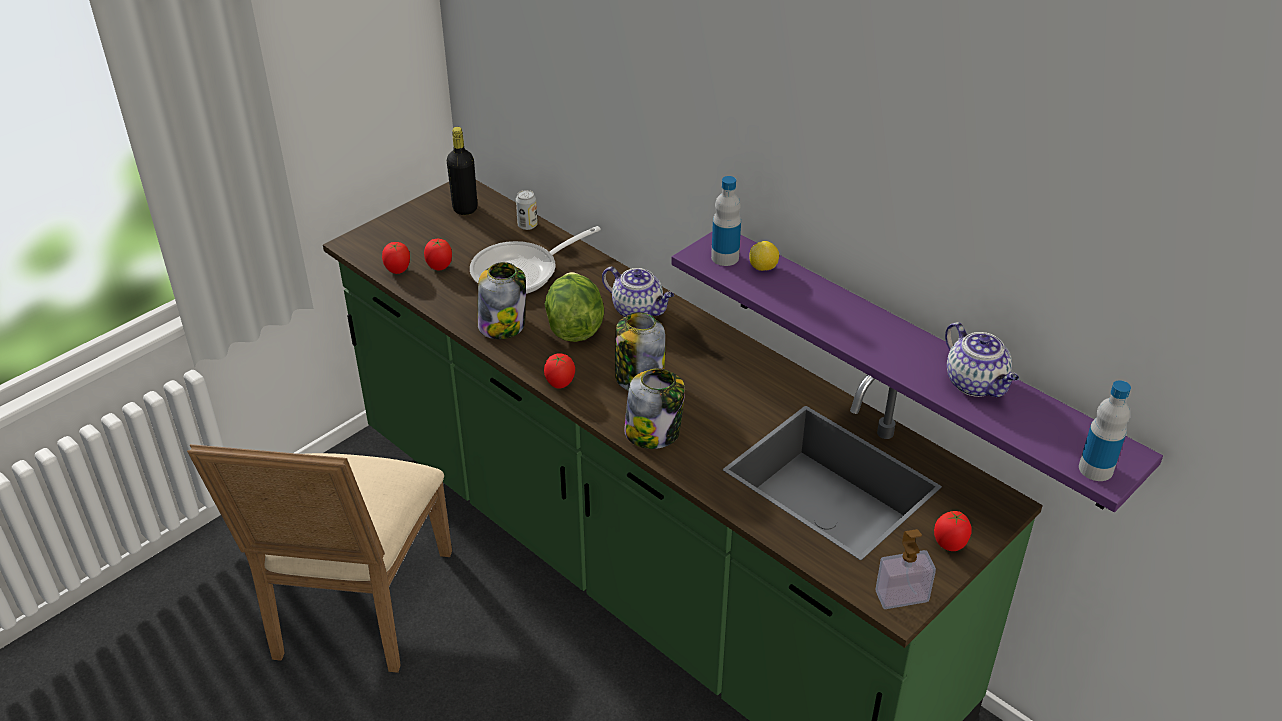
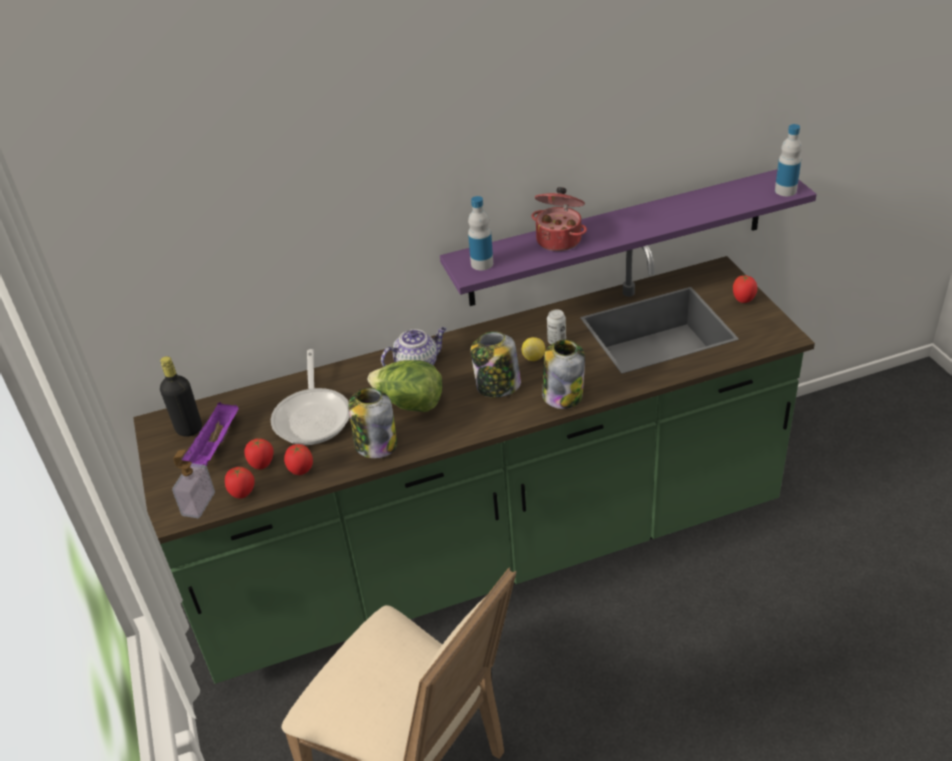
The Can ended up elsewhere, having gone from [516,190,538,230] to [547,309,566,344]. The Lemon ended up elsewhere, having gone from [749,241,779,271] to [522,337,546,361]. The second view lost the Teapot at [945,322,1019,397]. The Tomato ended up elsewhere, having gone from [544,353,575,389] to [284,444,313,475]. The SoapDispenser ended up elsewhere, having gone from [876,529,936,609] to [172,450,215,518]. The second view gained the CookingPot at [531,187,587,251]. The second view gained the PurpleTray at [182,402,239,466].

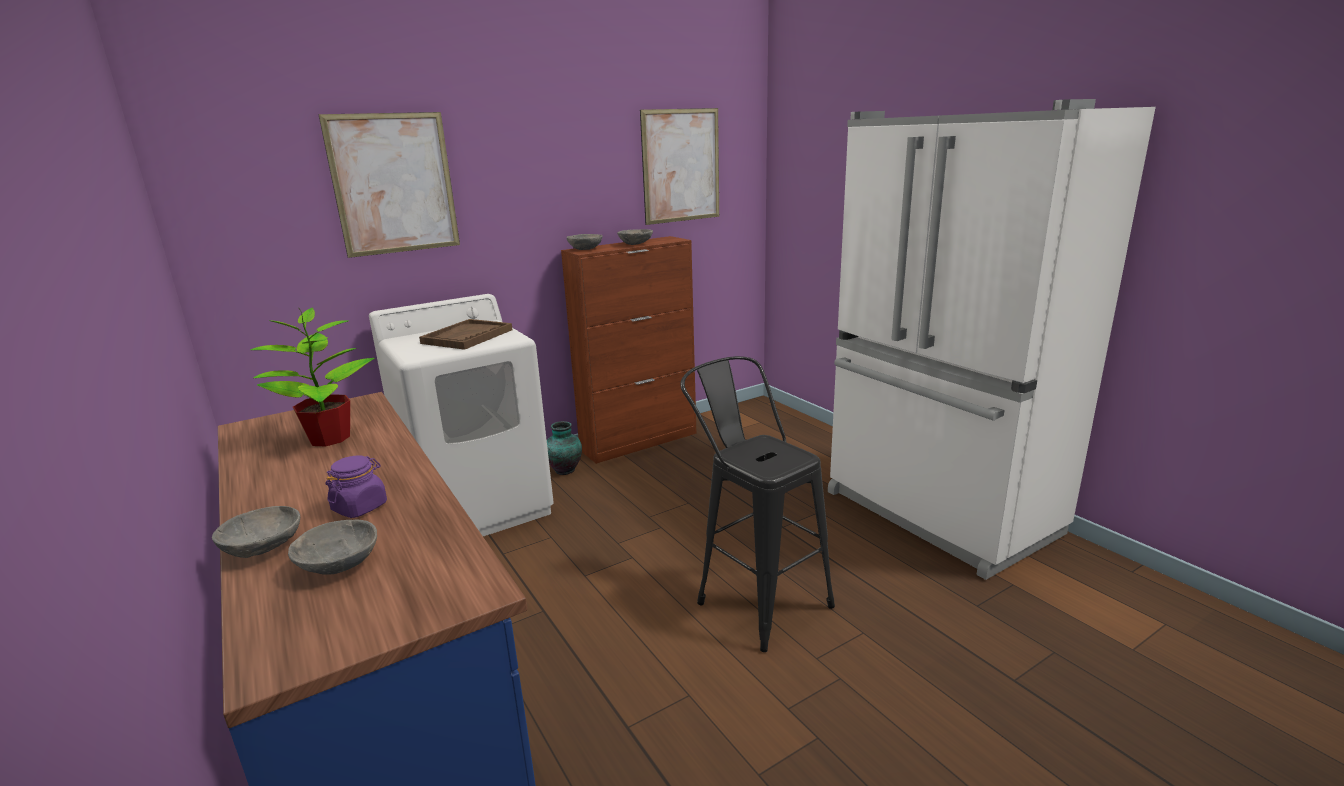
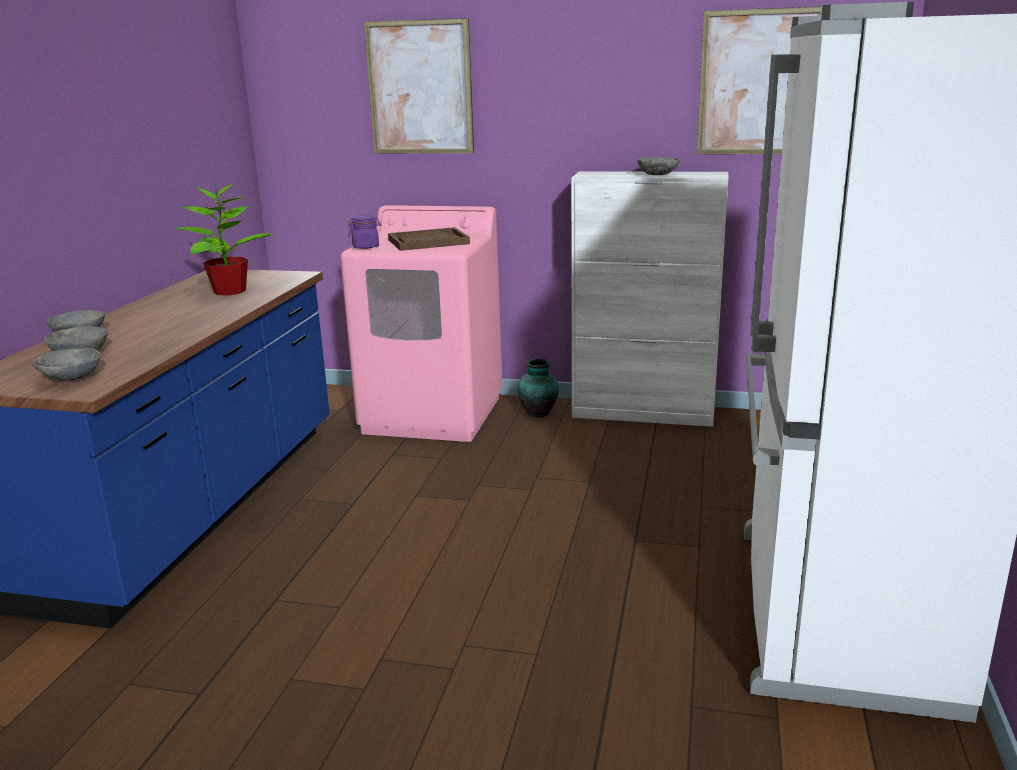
The GreyBowl ended up elsewhere, having gone from [566,234,603,250] to [32,348,101,381]. What was the BrownCabinet at [561,236,696,464] turned into the WhiteCabinet at [571,171,728,427]. What was the WhiteWashingMachine at [369,294,554,536] turned into the PinkWashingMachine at [340,205,502,442]. The second view lost the BlackStool at [680,356,835,652]. The PurpleJar ended up elsewhere, having gone from [325,456,387,518] to [348,215,381,249].

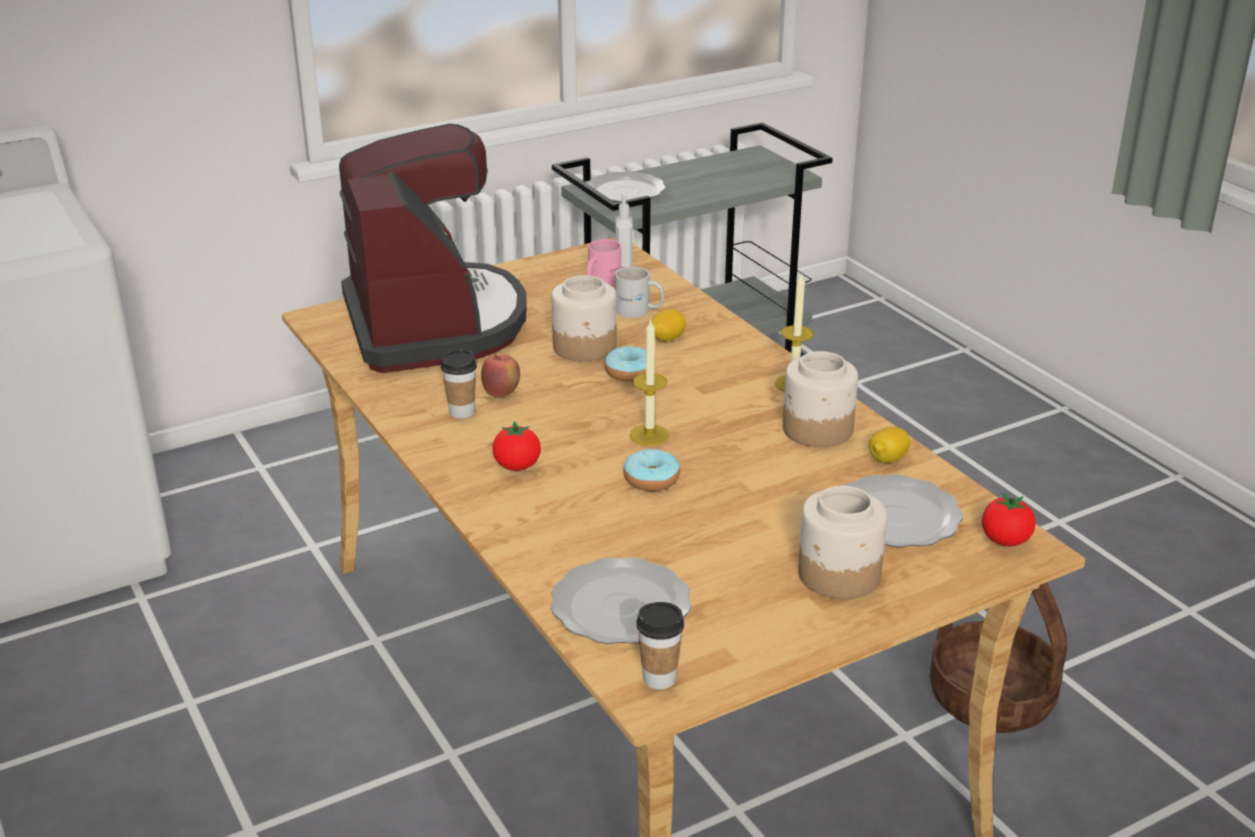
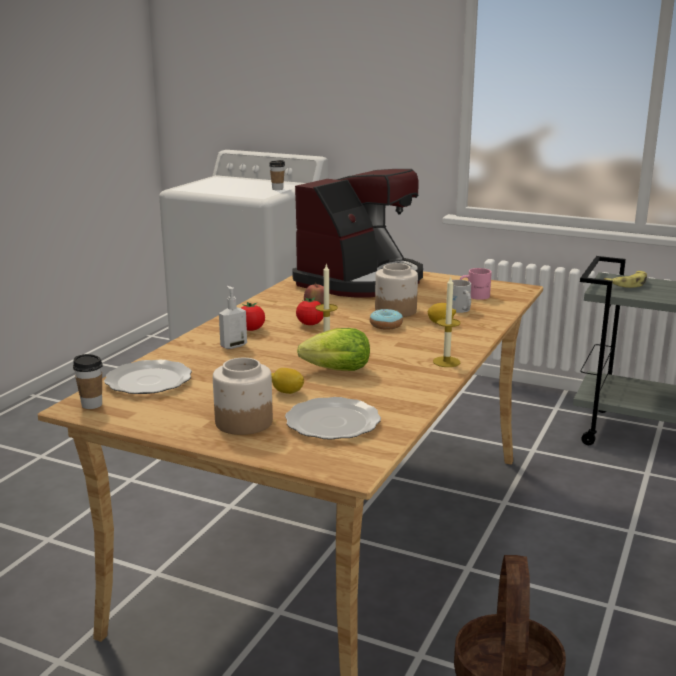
Where the Plate stood at [587,171,666,202], the Banana came to stand at [604,271,647,288]. The SoapDispenser ended up elsewhere, having gone from [613,192,633,268] to [219,286,247,349]. The Cup ended up elsewhere, having gone from [441,349,477,419] to [269,160,285,190]. The second view lost the Jar at [783,351,858,447]. The Lemon ended up elsewhere, having gone from [869,427,910,463] to [271,368,304,394]. The second view lost the Donut at [623,449,680,491]. The Tomato ended up elsewhere, having gone from [982,493,1036,546] to [296,297,323,325]. The second view gained the Lettuce at [297,328,370,371].

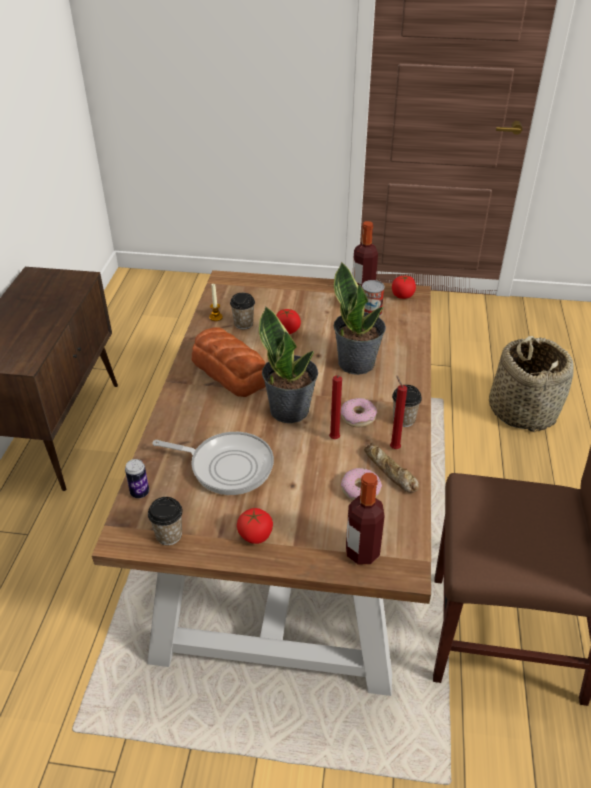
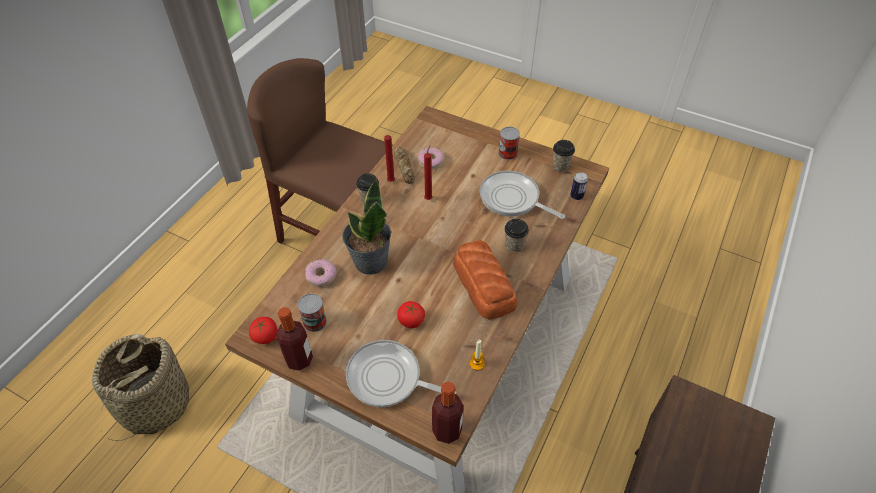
The Cup ended up elsewhere, having gone from [230,293,255,330] to [504,219,529,253]. The second view lost the PottedPlant at [259,306,318,423]. The Donut ended up elsewhere, having gone from [341,398,377,427] to [305,259,336,287]. The Bottle ended up elsewhere, having gone from [346,473,385,564] to [432,382,464,444]. Where the Tomato stood at [237,508,273,544], the Can came to stand at [498,127,520,160]. The second view gained the FryingPan at [346,340,456,407].

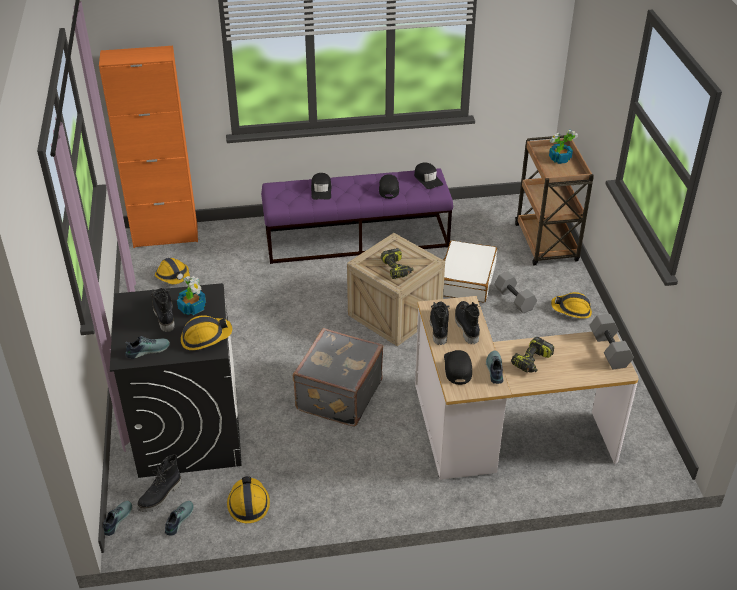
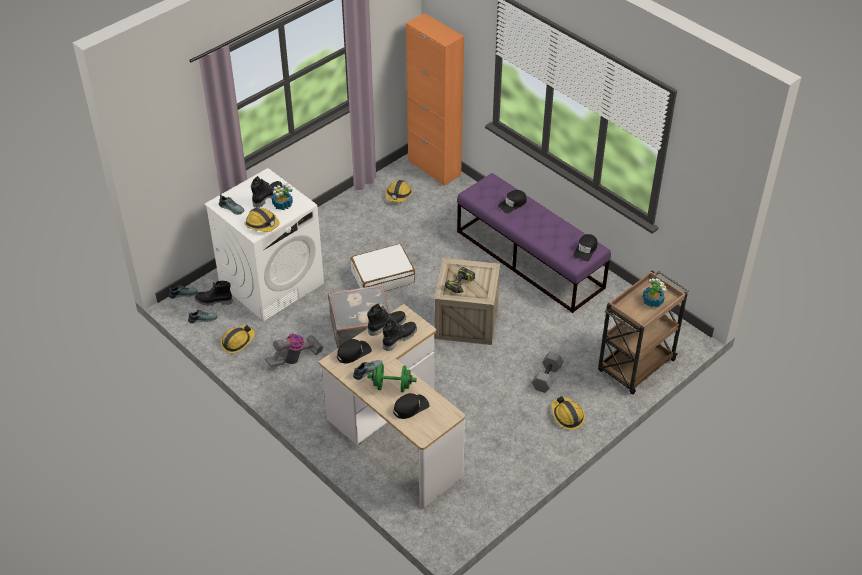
The BlackCap ended up elsewhere, having gone from [379,174,399,199] to [393,393,430,419]. The WhiteSuitcase ended up elsewhere, having gone from [443,240,497,302] to [350,244,415,291]. What was the BlackWashingMachine at [110,283,242,478] turned into the WhiteWashingMachine at [205,168,324,322]. The second view lost the GreyDumbbell at [589,314,634,369]. Where the PowerDrill stood at [511,337,554,373], the GreenDumbbell came to stand at [367,364,417,392]. The second view gained the VacuumCleaner at [265,333,323,367].

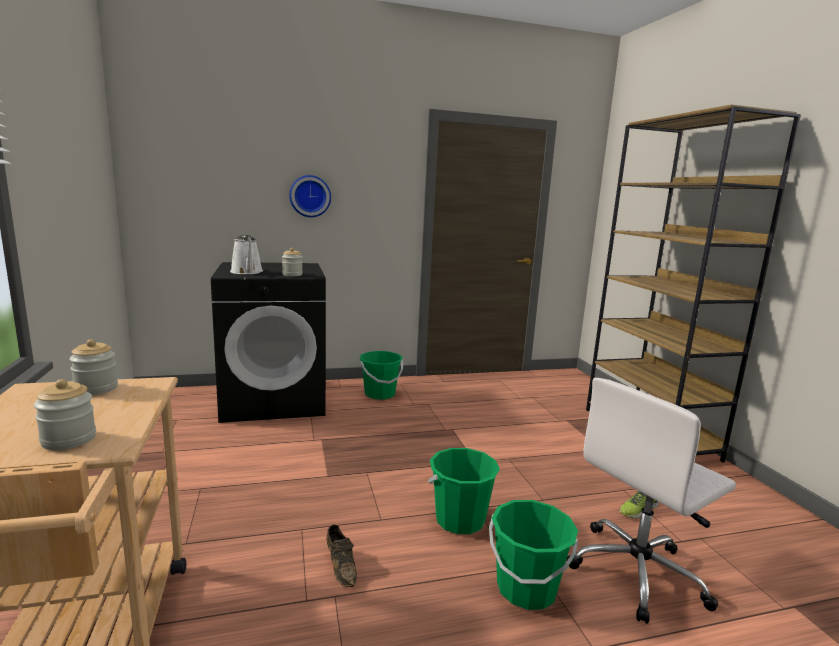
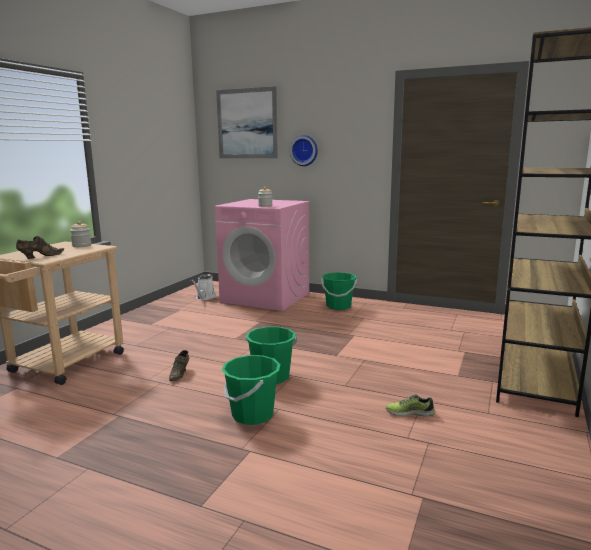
The WhiteWateringCan ended up elsewhere, having gone from [230,235,263,274] to [191,274,216,300]. What was the BlackWashingMachine at [211,262,326,423] turned into the PinkWashingMachine at [215,199,310,311]. The second view lost the WhiteOfficeChair at [567,378,736,624]. Where the Jar stood at [34,379,96,450], the BrownShoe came to stand at [16,236,64,259]. The second view gained the Picture at [216,86,278,158].

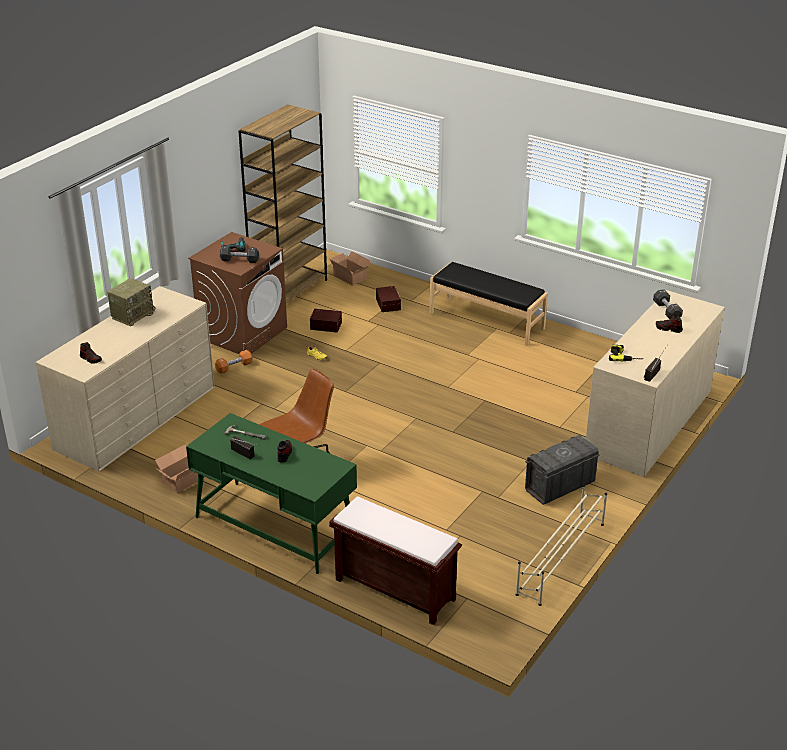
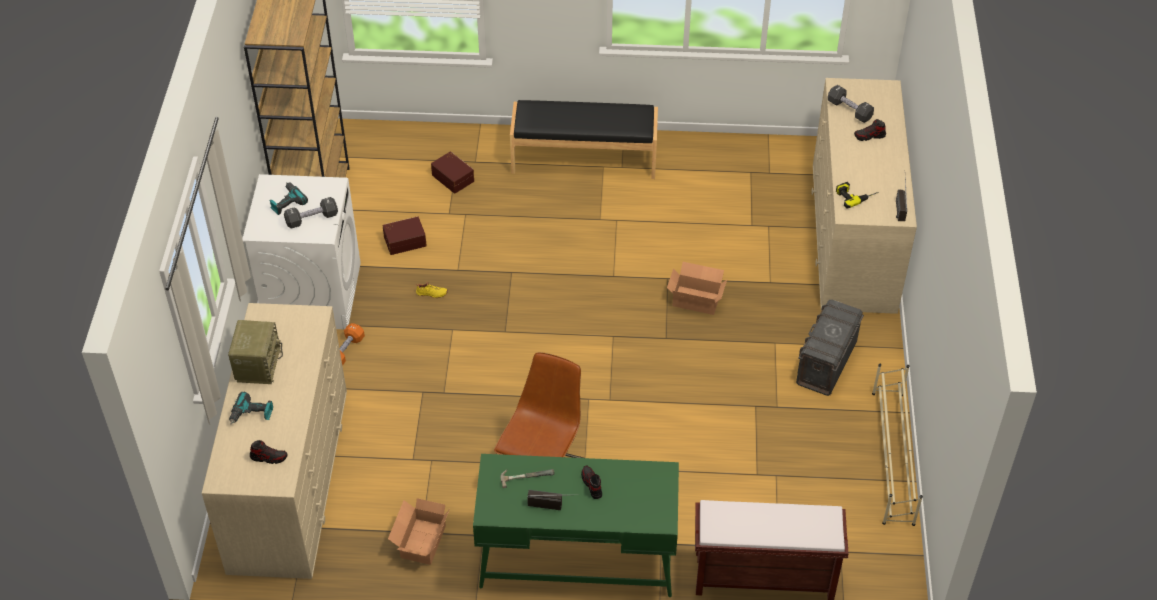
What was the BrownWashingMachine at [188,232,287,354] turned into the WhiteWashingMachine at [243,174,361,329]. The CardboardBox ended up elsewhere, having gone from [330,251,371,286] to [667,262,727,315]. The second view gained the PowerDrill at [229,392,273,424].

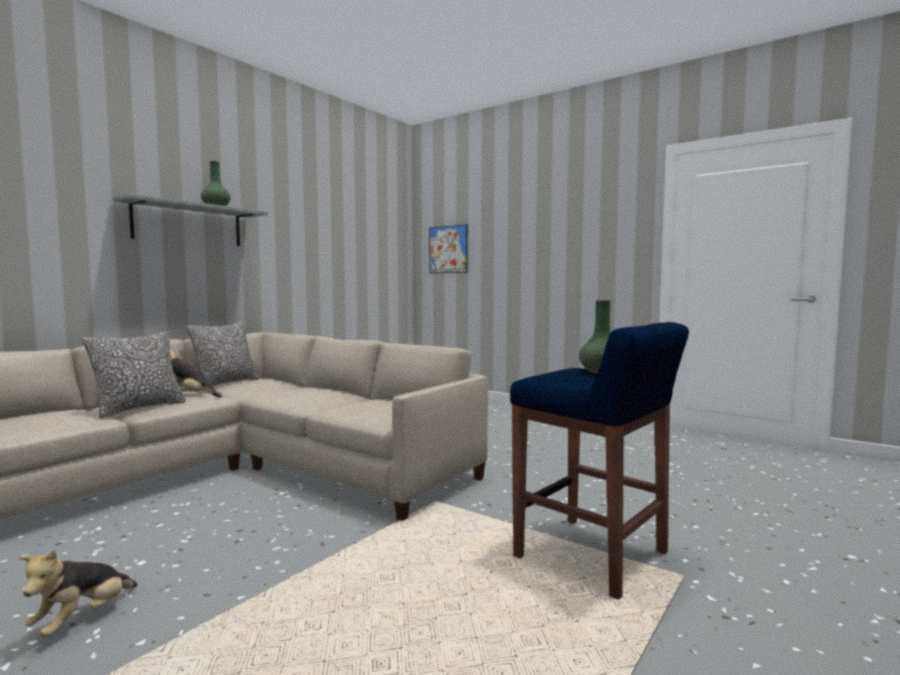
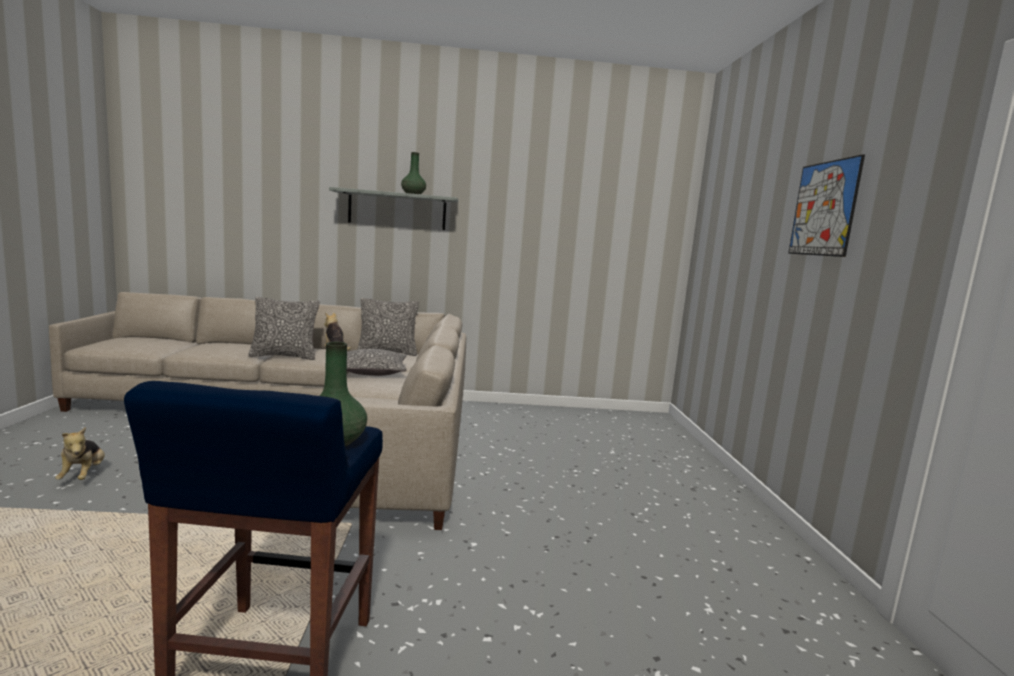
The Picture ended up elsewhere, having gone from [429,224,468,273] to [788,154,865,257]. The PlushToy at [19,550,138,637] ended up facing another way, 90 degrees counterclockwise from before. The second view gained the Pillow at [347,349,407,376].

